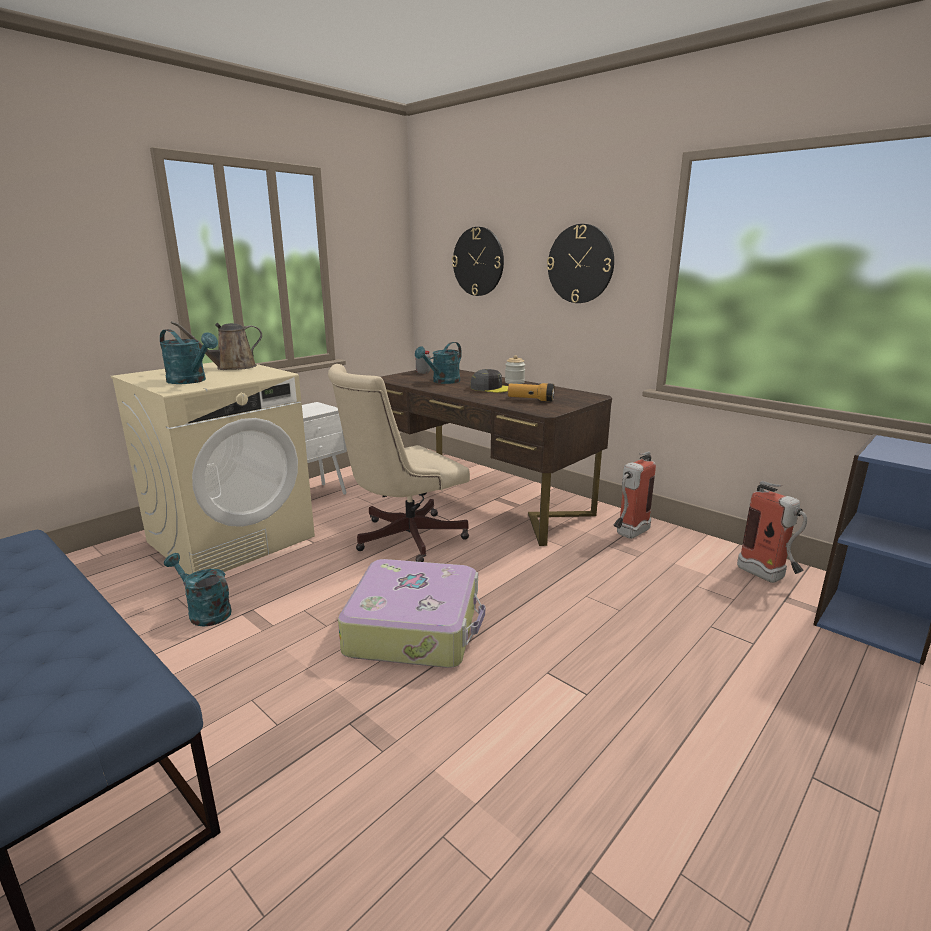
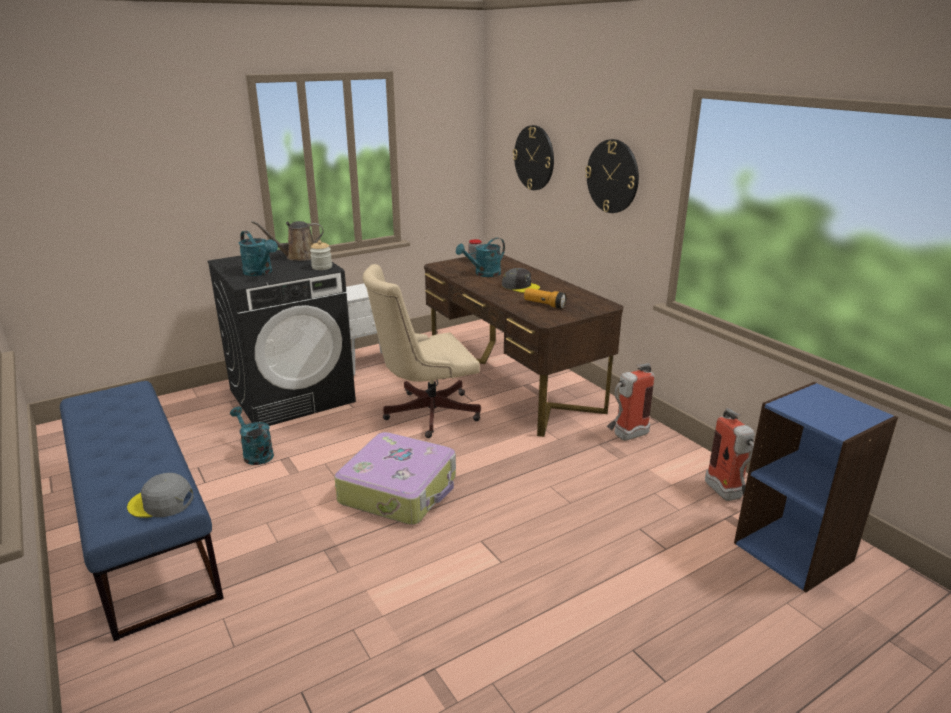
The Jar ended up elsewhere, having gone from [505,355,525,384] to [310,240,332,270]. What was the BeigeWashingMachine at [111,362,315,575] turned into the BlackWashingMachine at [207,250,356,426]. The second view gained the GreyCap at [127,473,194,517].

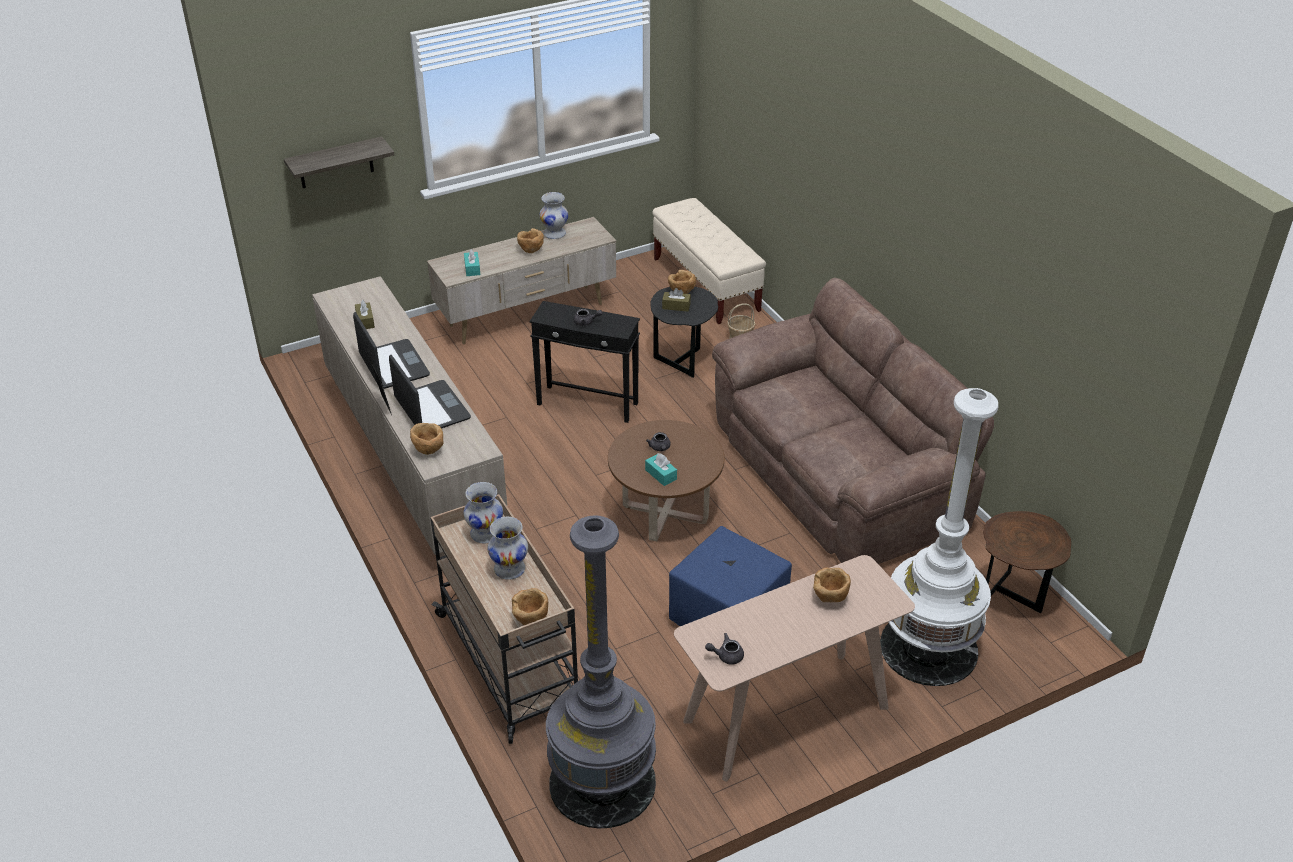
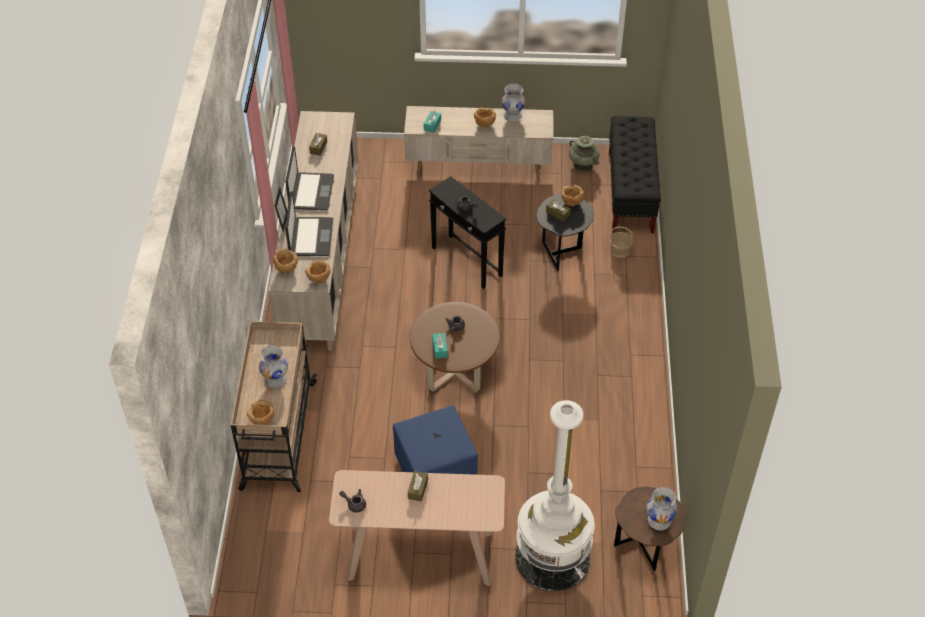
The second view lost the Shelf at [284,136,394,188]. What was the BeigeBench at [652,198,766,324] turned into the BlackBench at [609,116,661,233]. The second view lost the BrownSofa at [712,278,994,564]. The WhiteVase ended up elsewhere, having gone from [464,482,503,543] to [647,487,677,531]. The second view lost the GreyFloorLamp at [546,516,656,828]. The BrownBowl ended up elsewhere, having gone from [813,568,851,602] to [305,260,330,284]. The second view gained the TurquoiseVase at [569,136,599,172]. The second view gained the BrownTissueBox at [408,471,428,502].

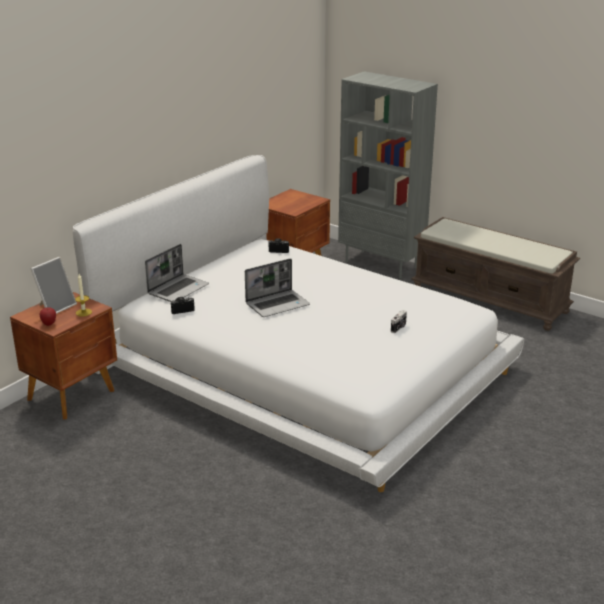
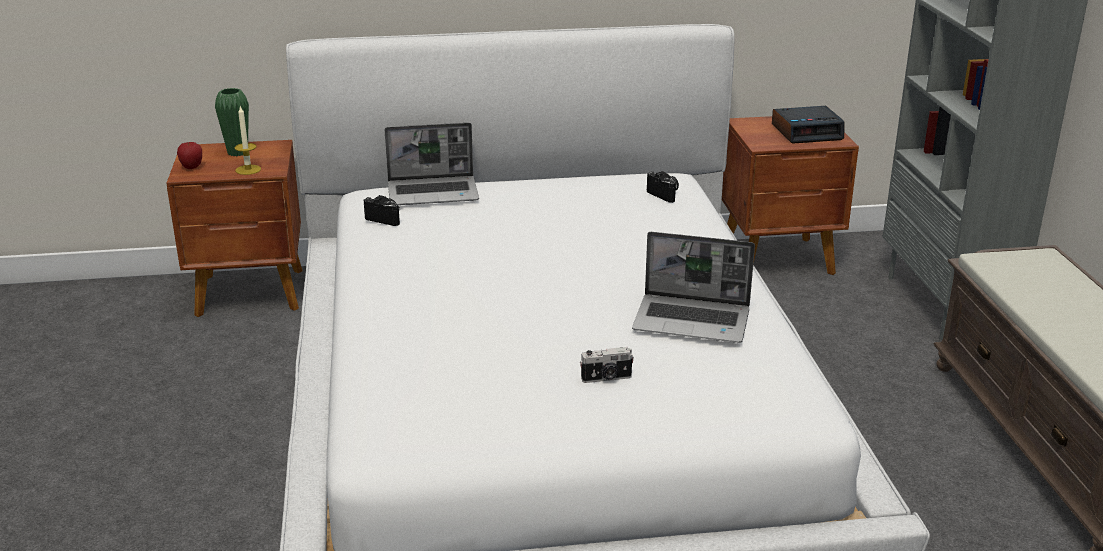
Where the PictureFrame stood at [30,257,77,314], the GreenVase came to stand at [215,88,249,156]. The Laptop ended up elsewhere, having gone from [245,258,310,317] to [632,232,755,343]. The second view gained the AlarmClock at [772,106,845,144].

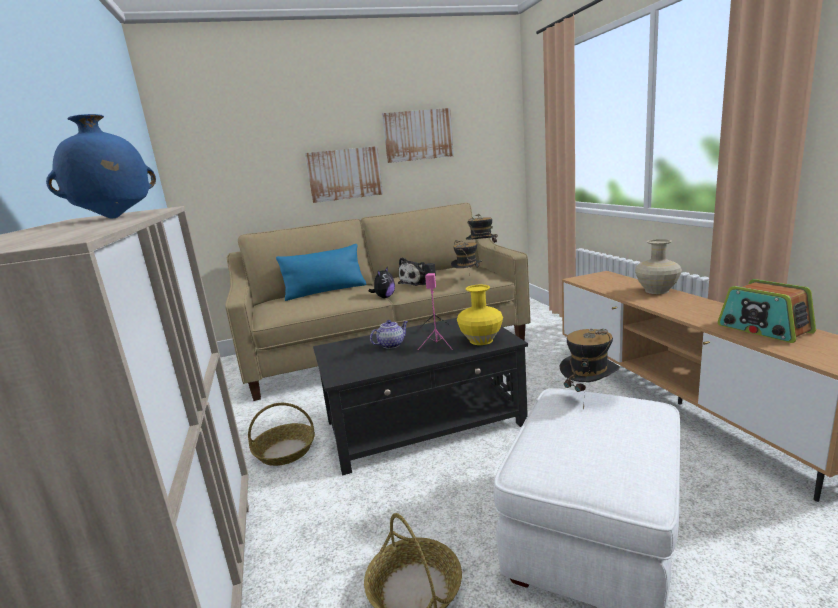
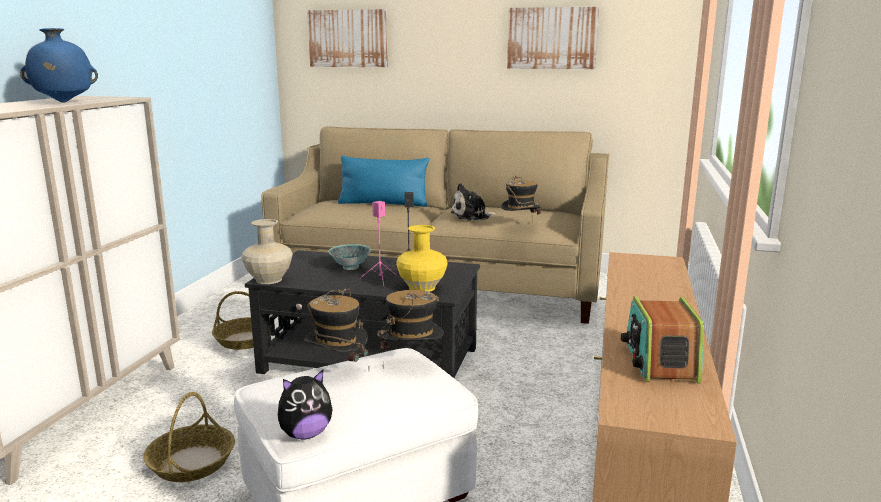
The Picture ended up elsewhere, having gone from [305,146,383,203] to [307,9,388,67]. The Hat ended up elsewhere, having gone from [466,214,498,243] to [304,289,369,362]. The BeigeVase ended up elsewhere, having gone from [635,239,682,294] to [241,219,293,284]. The PlushToy ended up elsewhere, having gone from [369,266,395,298] to [278,370,333,439]. Where the Teapot stood at [370,320,408,349], the Bowl came to stand at [329,244,371,270].

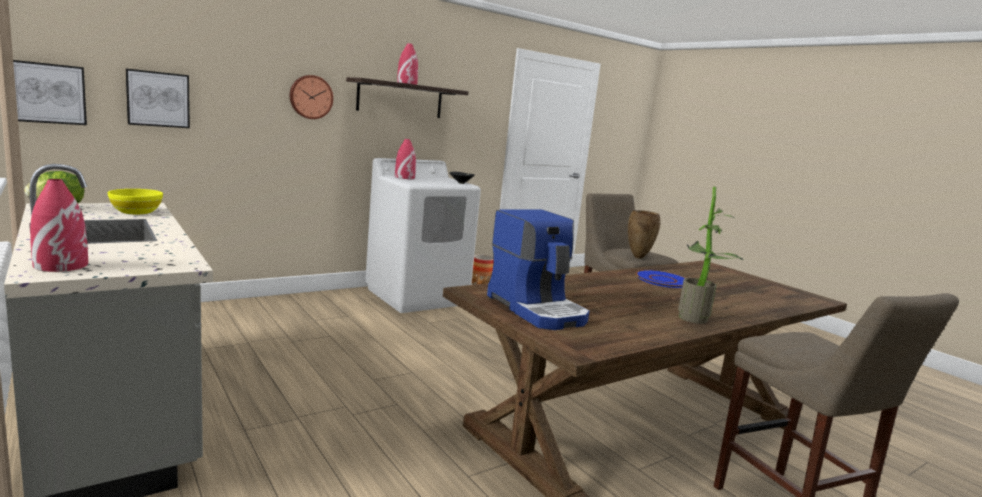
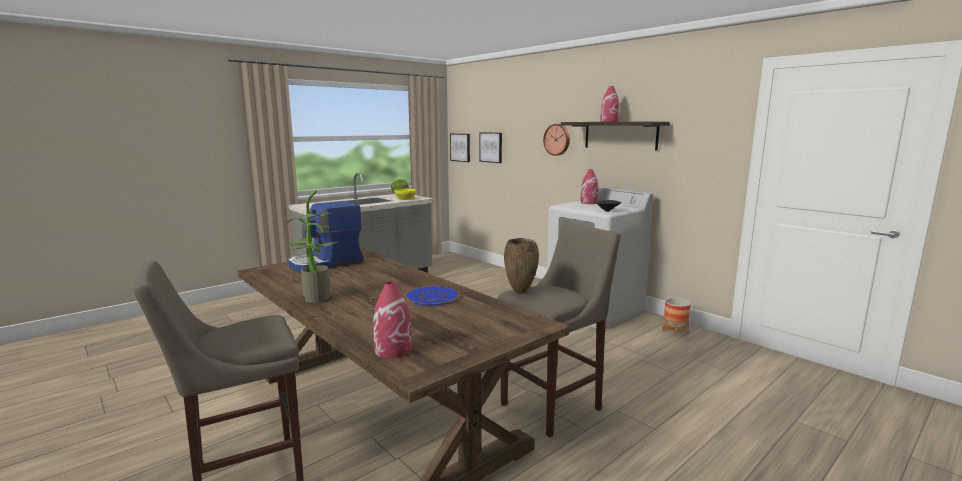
The RedVase ended up elsewhere, having gone from [30,179,88,272] to [373,281,412,359].

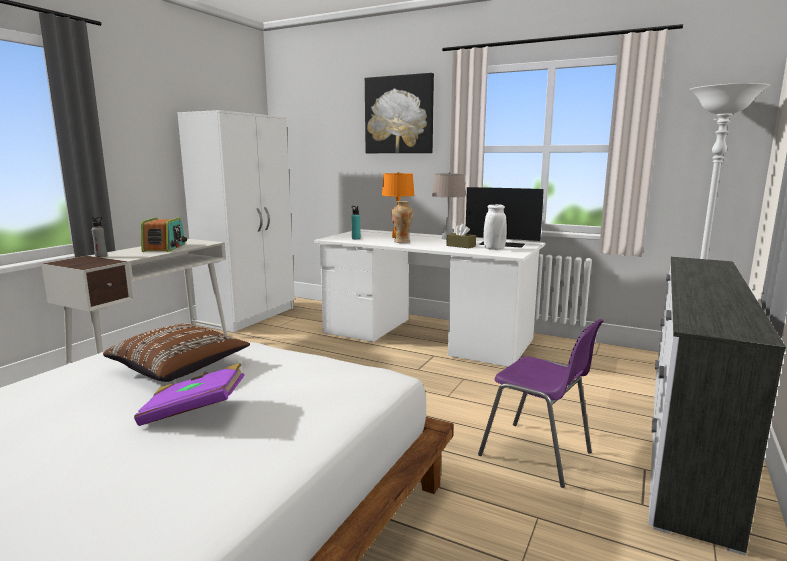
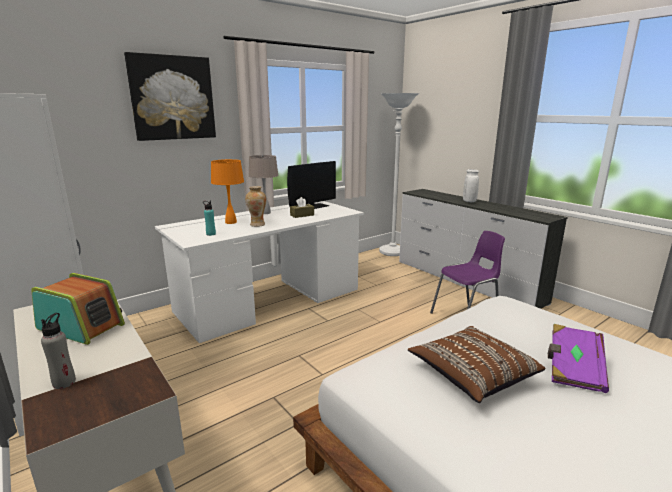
The WhiteVase ended up elsewhere, having gone from [484,204,507,250] to [463,169,479,202].

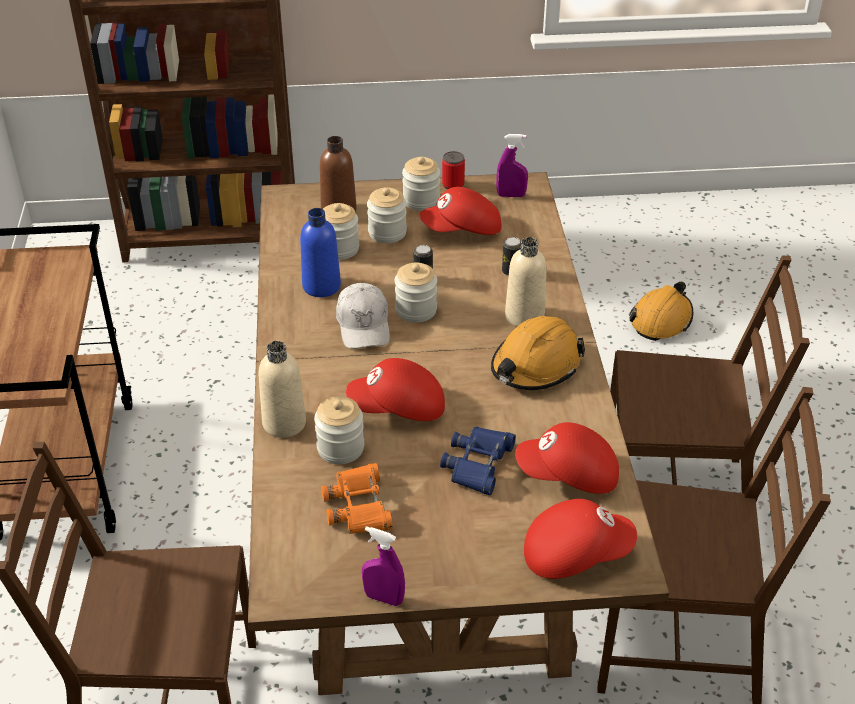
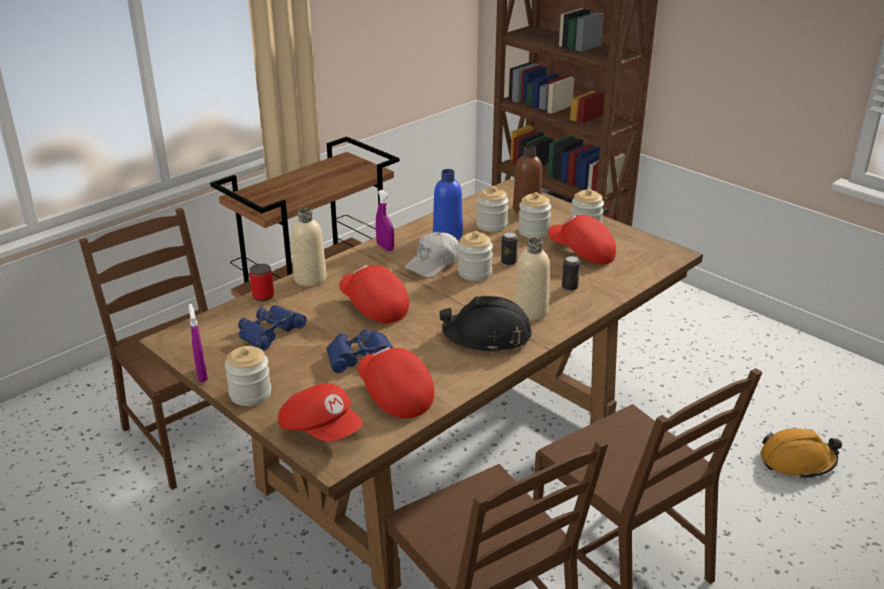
The PurpleSprayBottle ended up elsewhere, having gone from [496,134,528,197] to [376,190,394,251]. The Can ended up elsewhere, having gone from [442,151,465,190] to [249,264,274,302]. What was the OrangeHardHat at [491,316,585,390] turned into the BlackHardHat at [439,296,532,354]. The Jar ended up elsewhere, having gone from [314,396,364,464] to [225,346,271,406]. What was the OrangeBinoculars at [321,463,393,534] turned into the BlueBinoculars at [238,305,306,351].

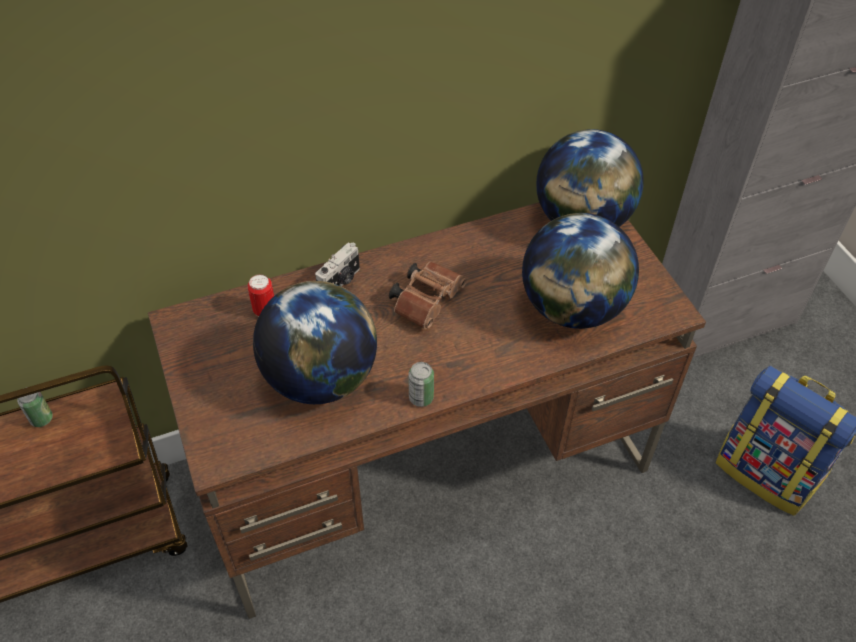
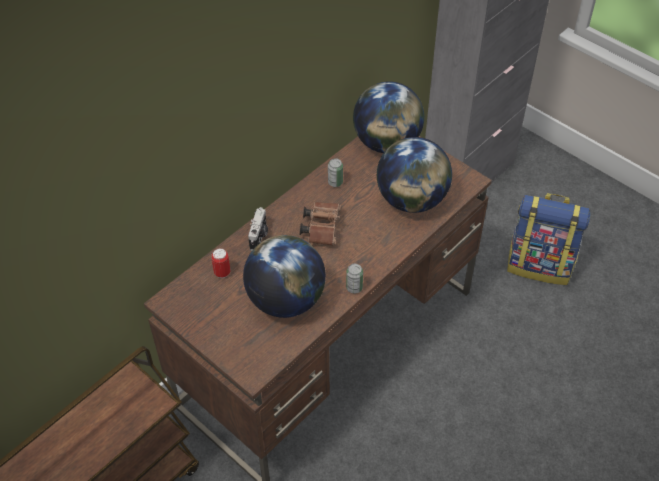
The Can ended up elsewhere, having gone from [17,387,53,427] to [328,158,343,187].

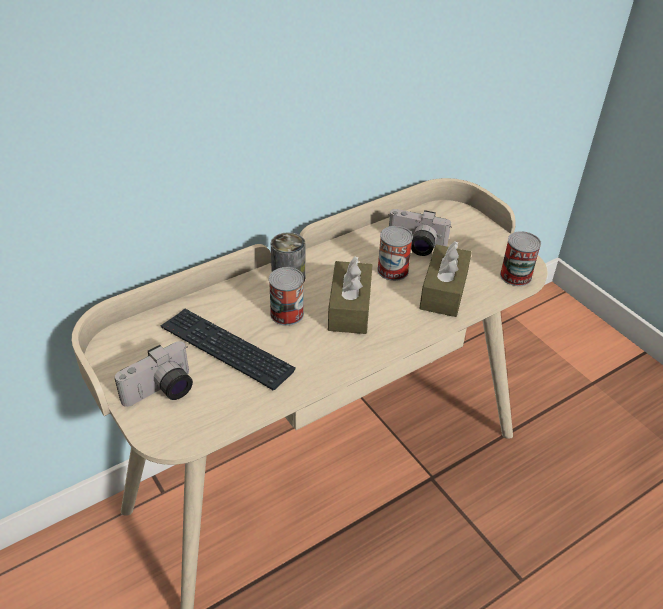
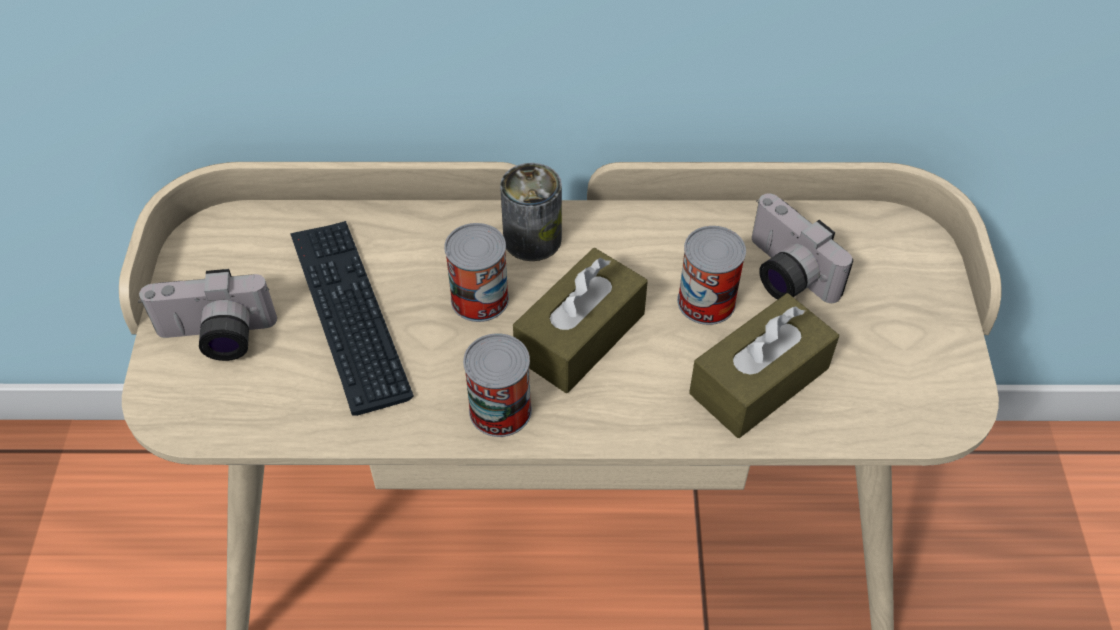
The Can ended up elsewhere, having gone from [500,231,541,286] to [463,333,532,437].

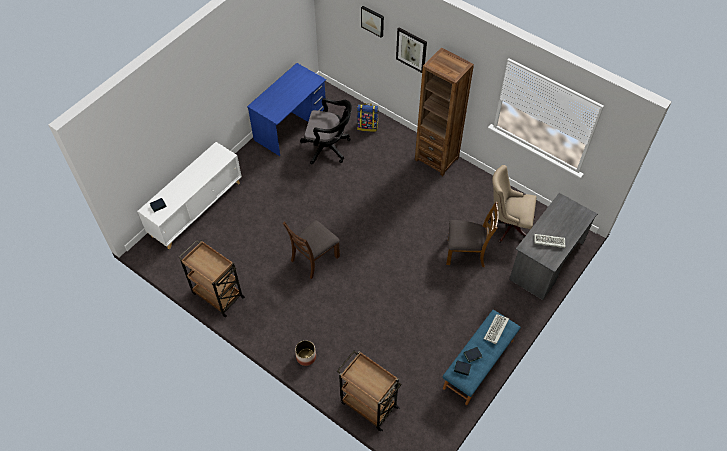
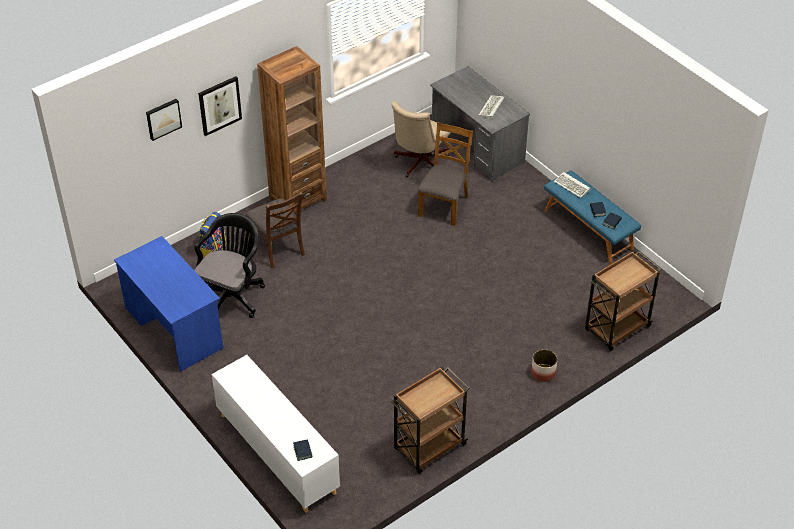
The BrownChair ended up elsewhere, having gone from [283,220,340,279] to [246,191,305,269].

